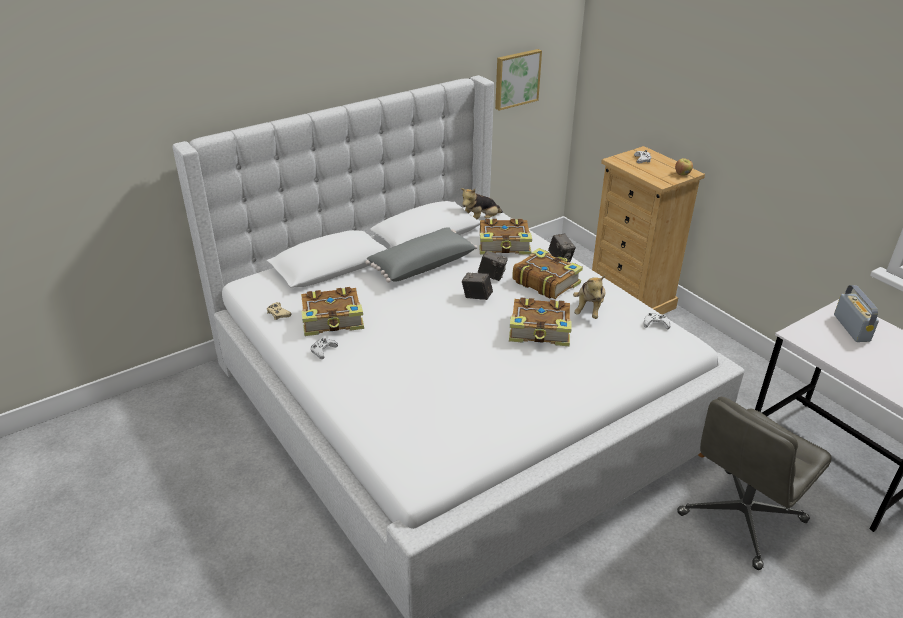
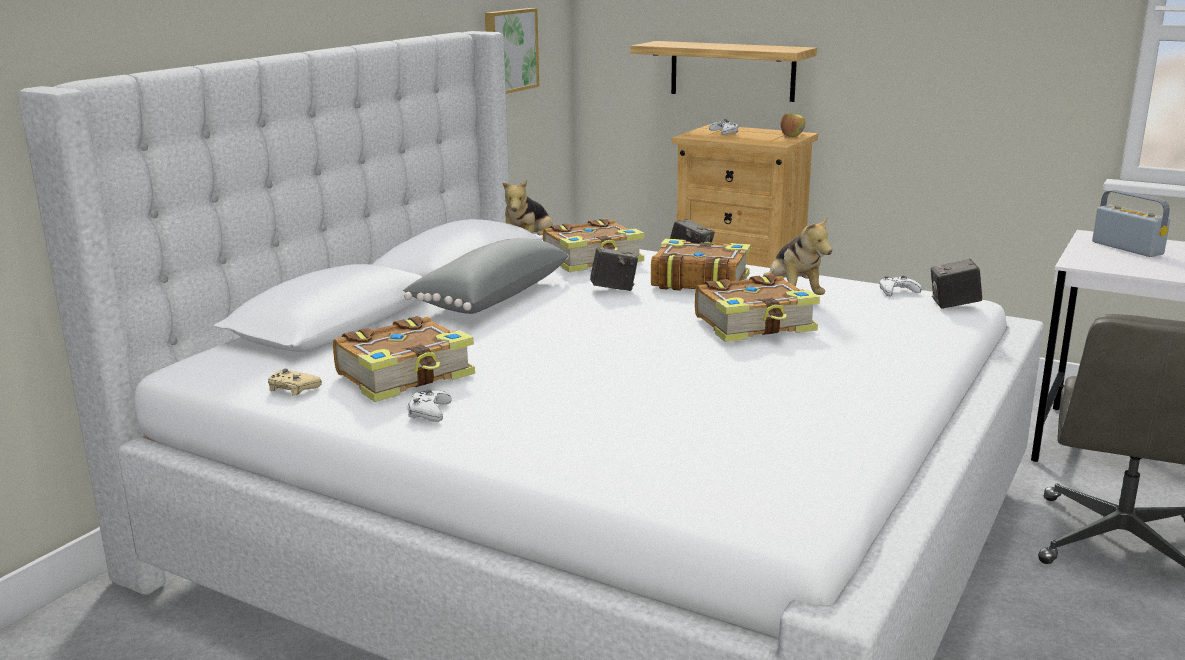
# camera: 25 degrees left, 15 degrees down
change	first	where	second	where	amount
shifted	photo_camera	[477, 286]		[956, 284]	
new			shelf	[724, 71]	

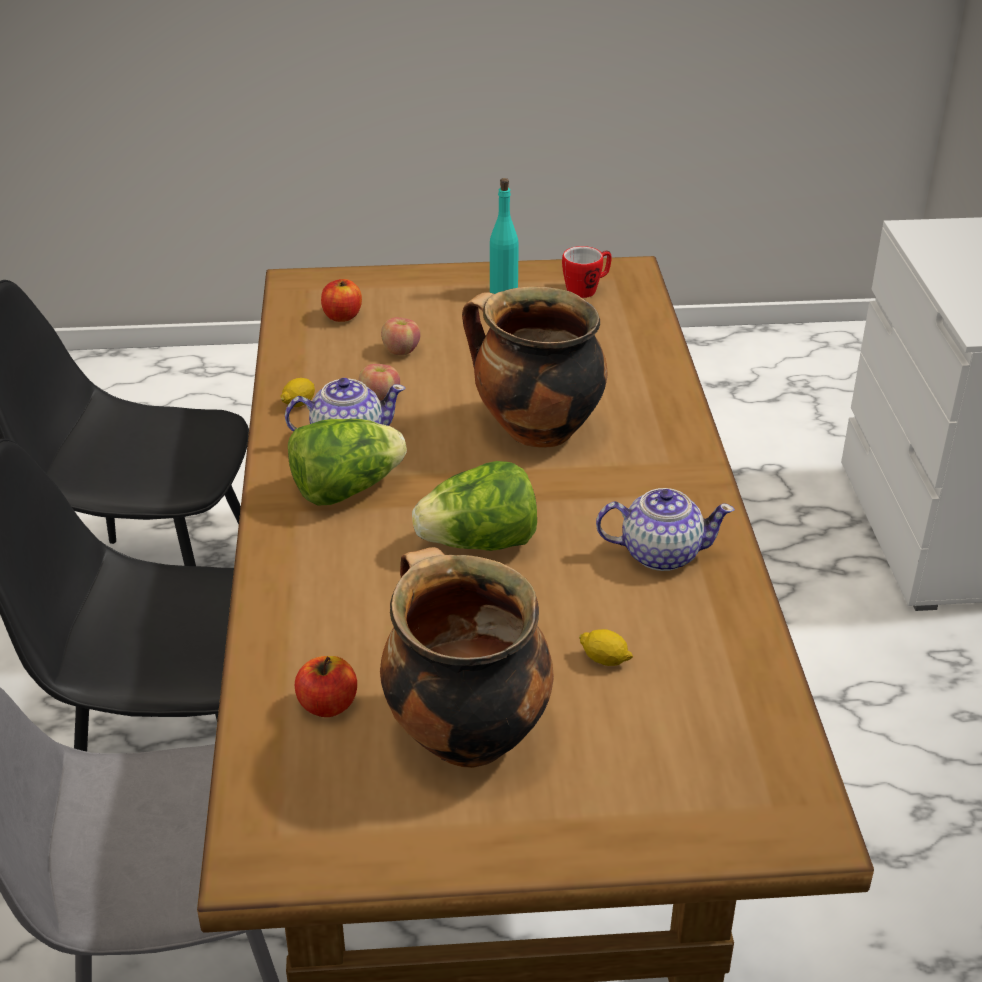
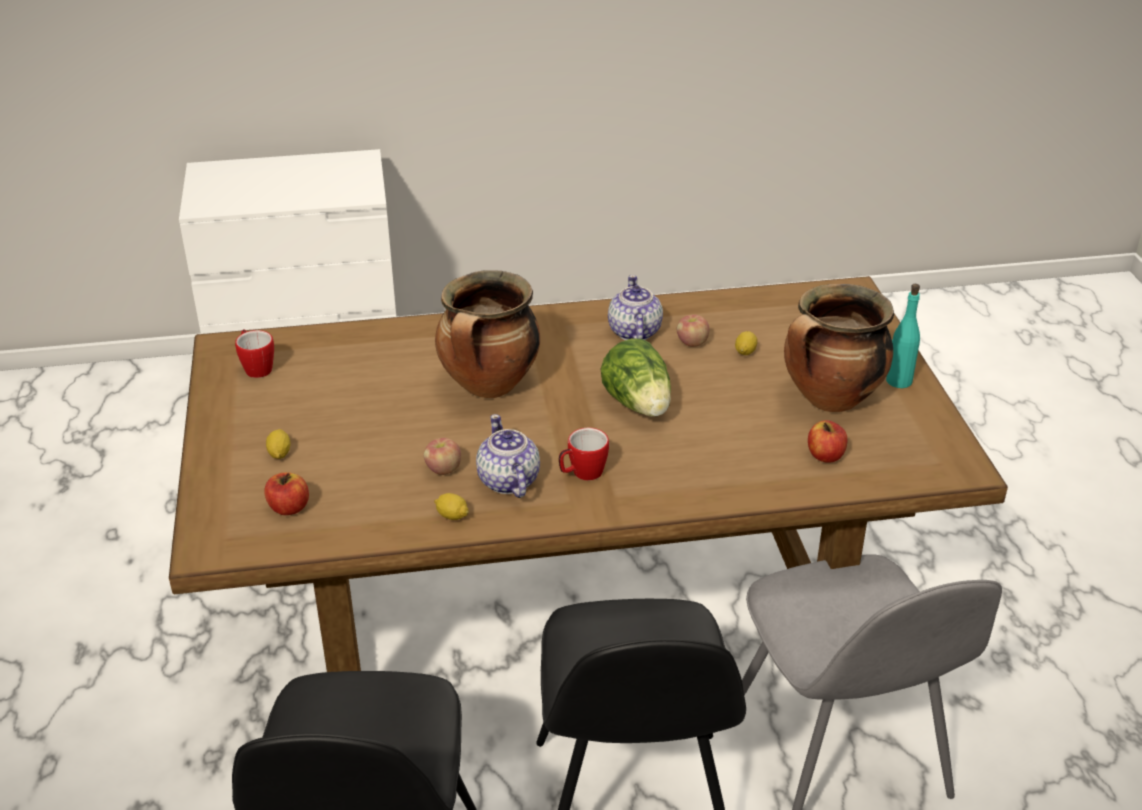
# camera: 95 degrees left, 0 degrees up
change	first	where	second	where	amount
swapped	lettuce	[347, 462]	mug	[584, 454]	
shifted	apple	[401, 336]		[693, 331]	
shifted	turquoise_bottle	[504, 236]		[903, 336]	
new			lemon	[278, 444]	

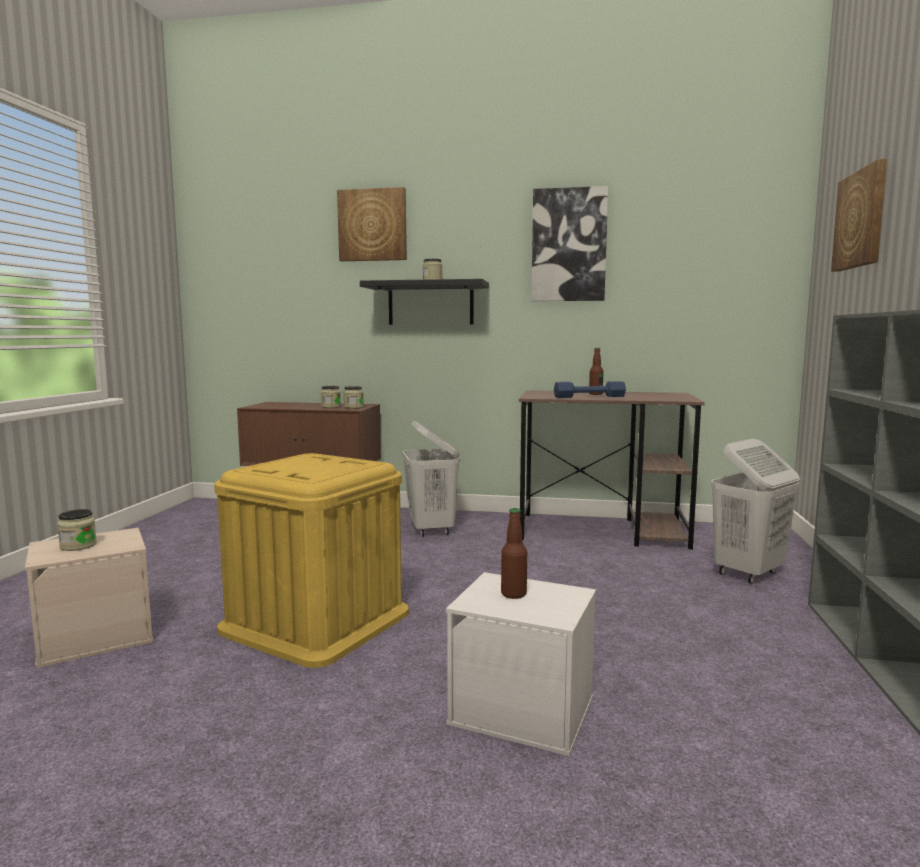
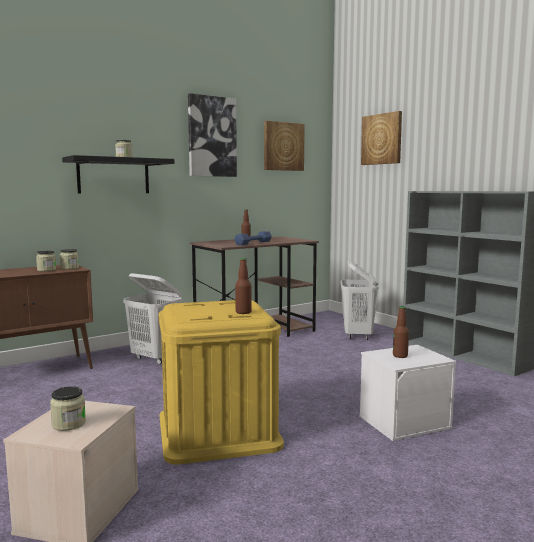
# camera: 45 degrees left, 0 degrees up
change	first	where	second	where	amount
shifted	picture	[372, 224]		[284, 146]	
new			bottle	[243, 286]	

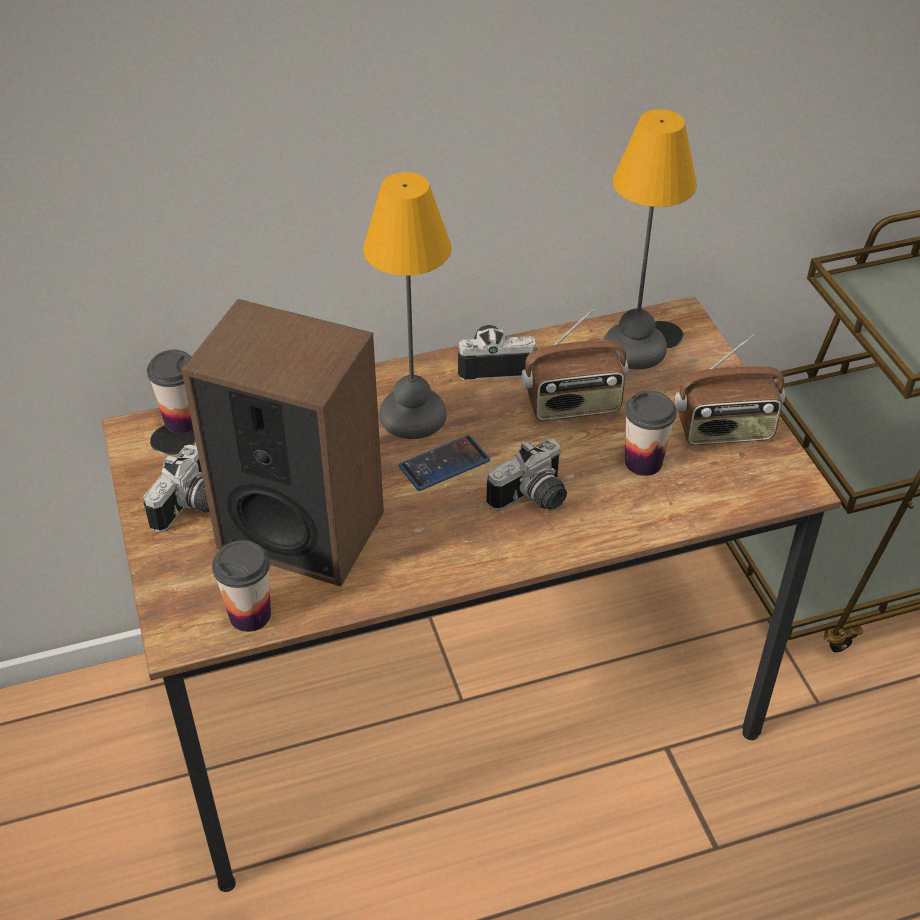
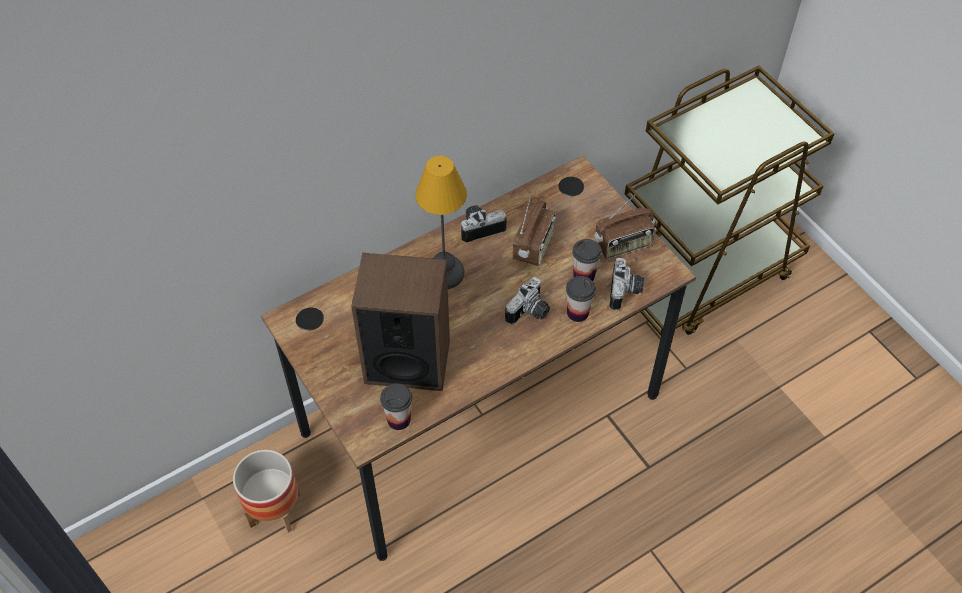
# camera: 15 degrees left, 10 degrees up
change	first	where	second	where	amount
shifted	photo_camera	[176, 488]		[626, 284]	
shifted	cup	[170, 391]		[581, 299]	
gone	phone	[444, 463]			
rotated	radio	[575, 365]		[534, 231]	45 degrees counterclockwise
gone	table_lamp	[650, 239]			
new			planter	[266, 491]	

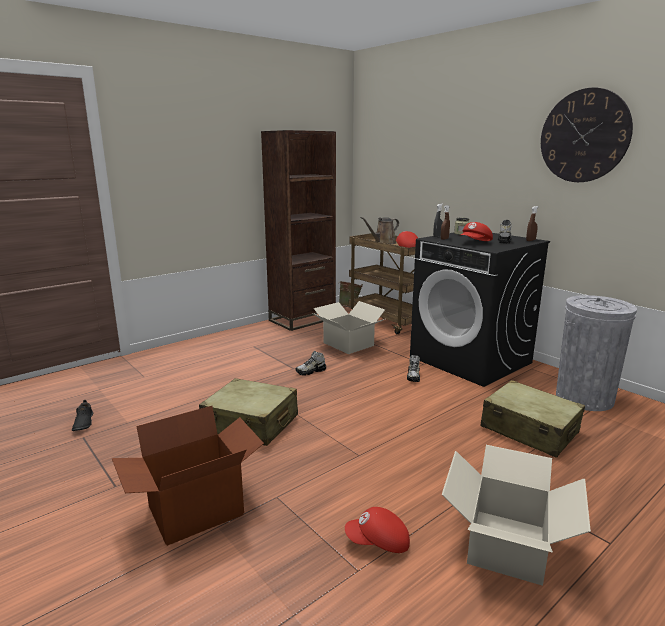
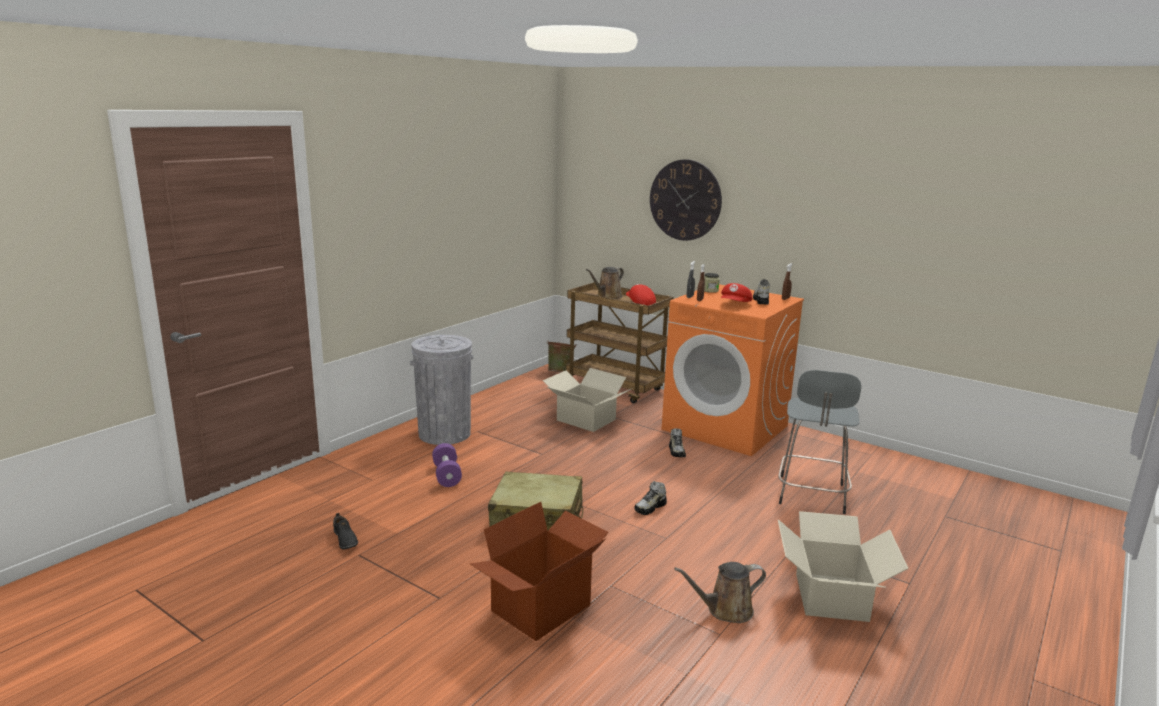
# camera: 15 degrees left, 0 degrees up
change	first	where	second	where	amount
gone	brown_bookcase	[298, 230]			
shifted	shoe	[311, 363]		[651, 498]	
swapped	red_cap	[377, 530]	brown_watering_can	[720, 592]	
repainted	black_washing_machine	[480, 309]	orange_washing_machine	[733, 370]	
swapped	beige_suitcase	[532, 419]	grey_stool	[819, 442]	
shifted	wall_clock	[587, 134]		[686, 200]	
shifted	grey_trash_can	[596, 353]		[441, 390]	
new			purple_dumbbell	[447, 465]	

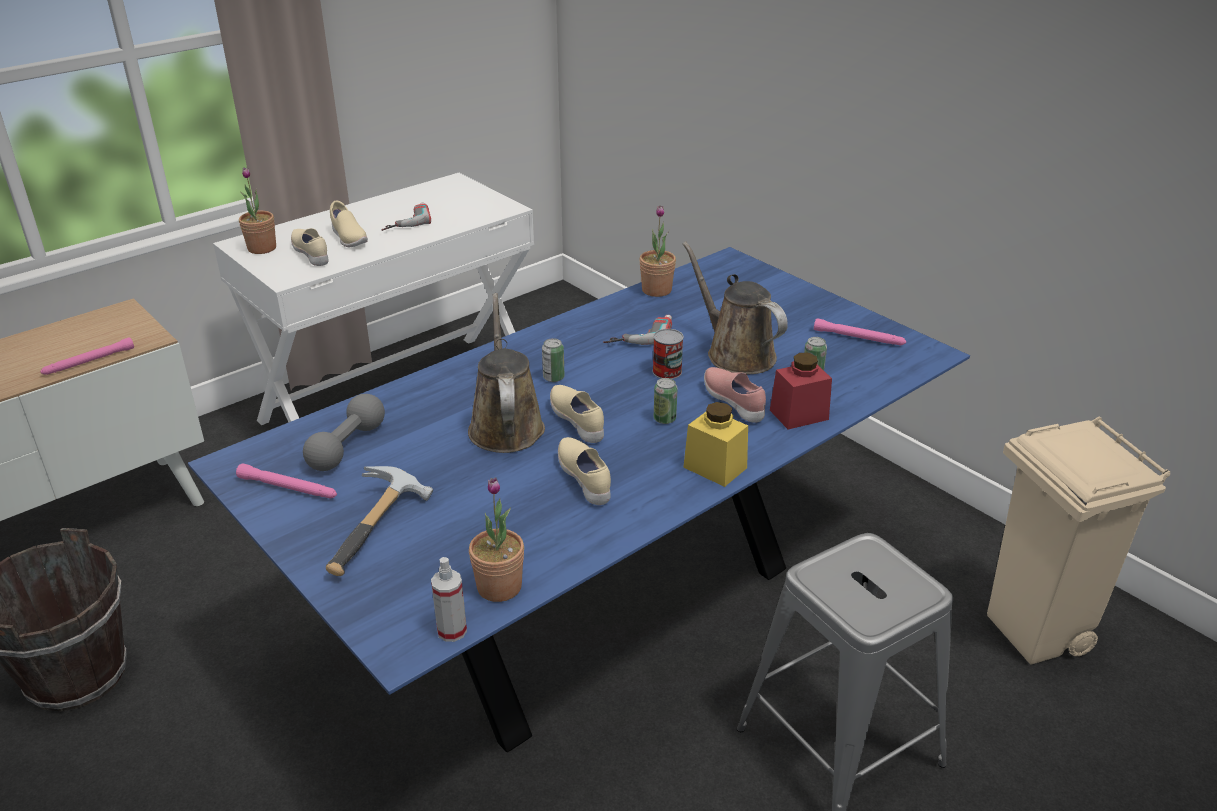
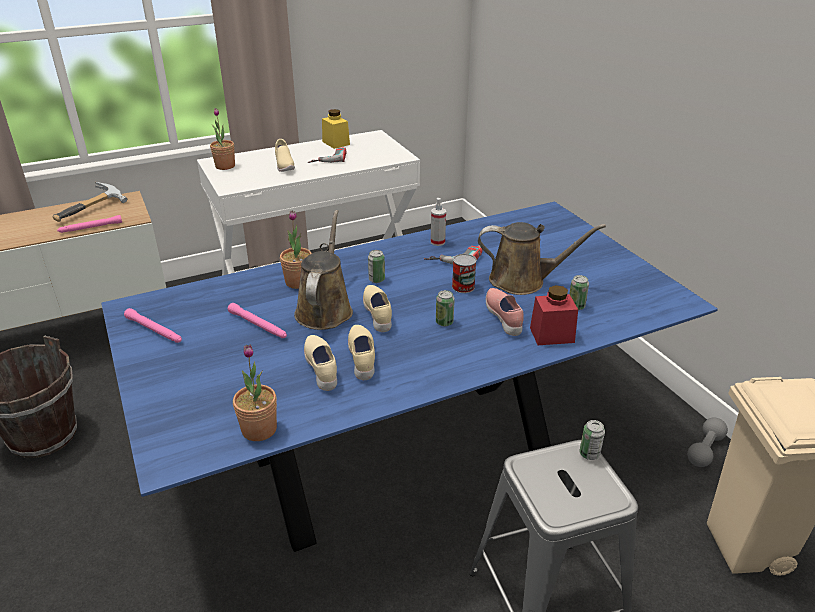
# camera: 15 degrees right, 0 degrees up
change	first	where	second	where	amount
shifted	beige_shoe	[310, 247]		[320, 363]	
shifted	grey_dumbbell	[344, 432]		[707, 442]	
shifted	hammer	[379, 521]		[90, 202]	
shifted	spray_bottle	[449, 599]		[438, 222]	
shifted	potted_plant	[657, 251]		[296, 250]	
rotated	brown_watering_can	[735, 308]		[542, 258]	120 degrees clockwise
shifted	yellow_jar	[715, 444]		[336, 129]	
shifted	pink_flashlight	[860, 332]		[257, 320]	
new			can	[592, 440]	

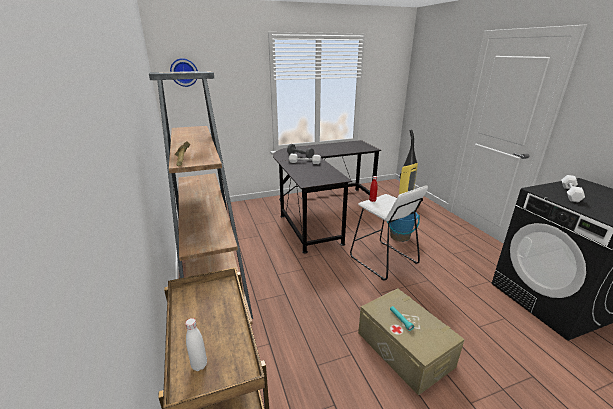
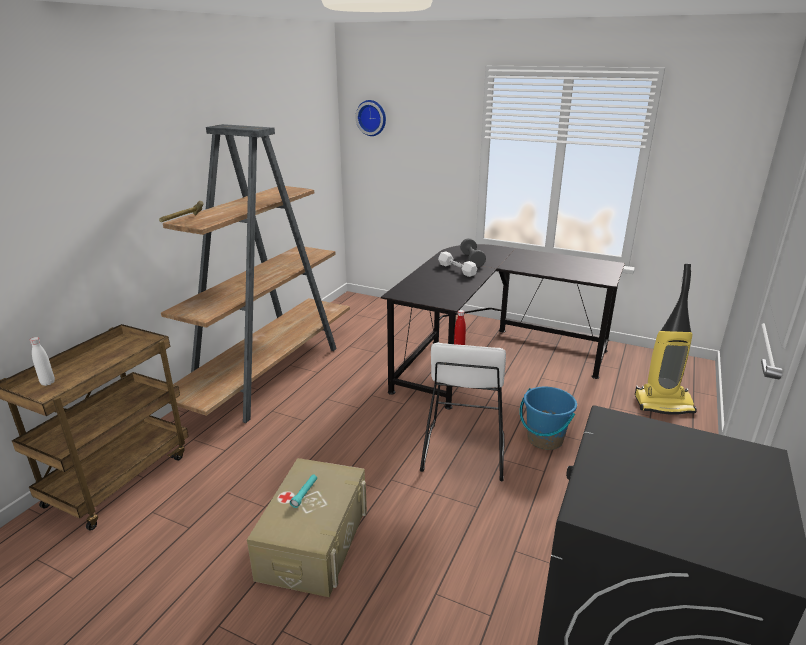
# camera: 45 degrees right, 0 degrees up
change	first	where	second	where	amount
gone	white_dumbbell	[573, 189]			

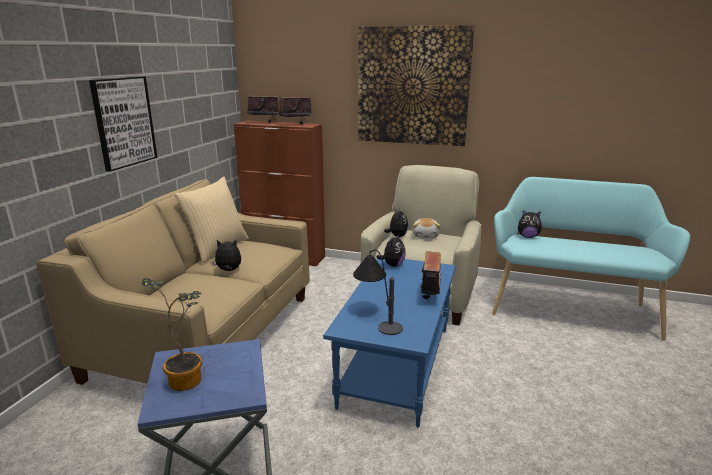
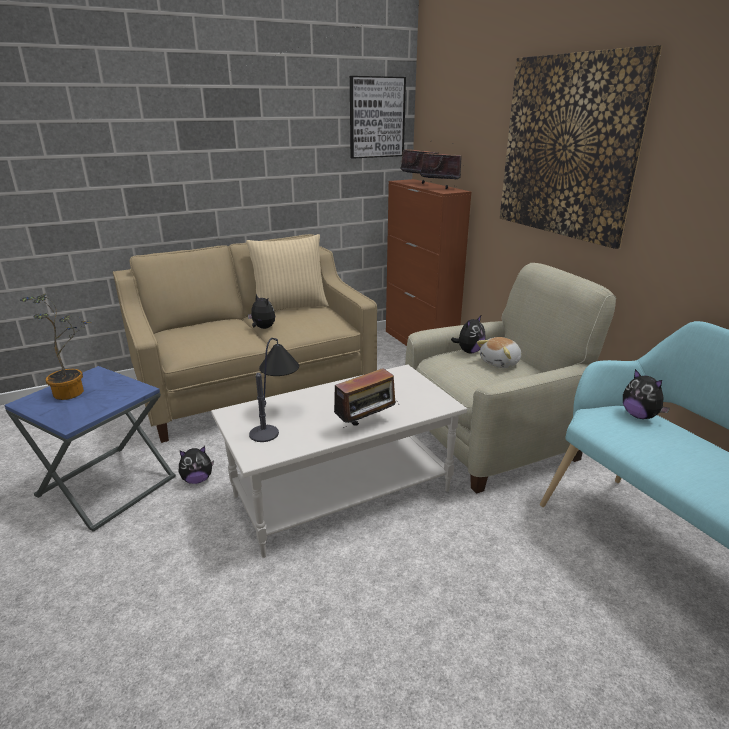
# camera: 45 degrees right, 5 degrees up
change	first	where	second	where	amount
shifted	picture	[123, 124]		[378, 117]	
repainted	blue_coffee_table	[389, 343]	white_coffee_table	[339, 461]	
shifted	plush_toy	[391, 250]		[196, 465]	

